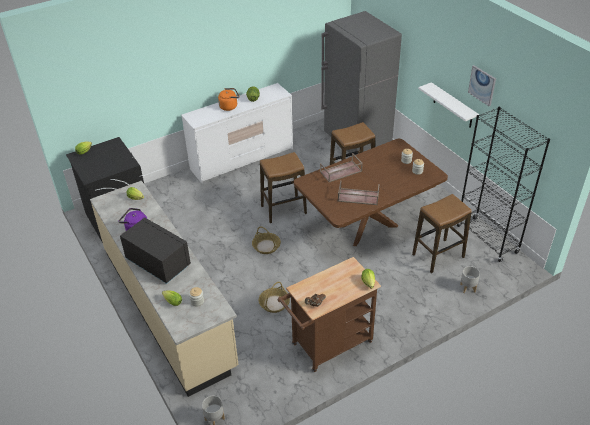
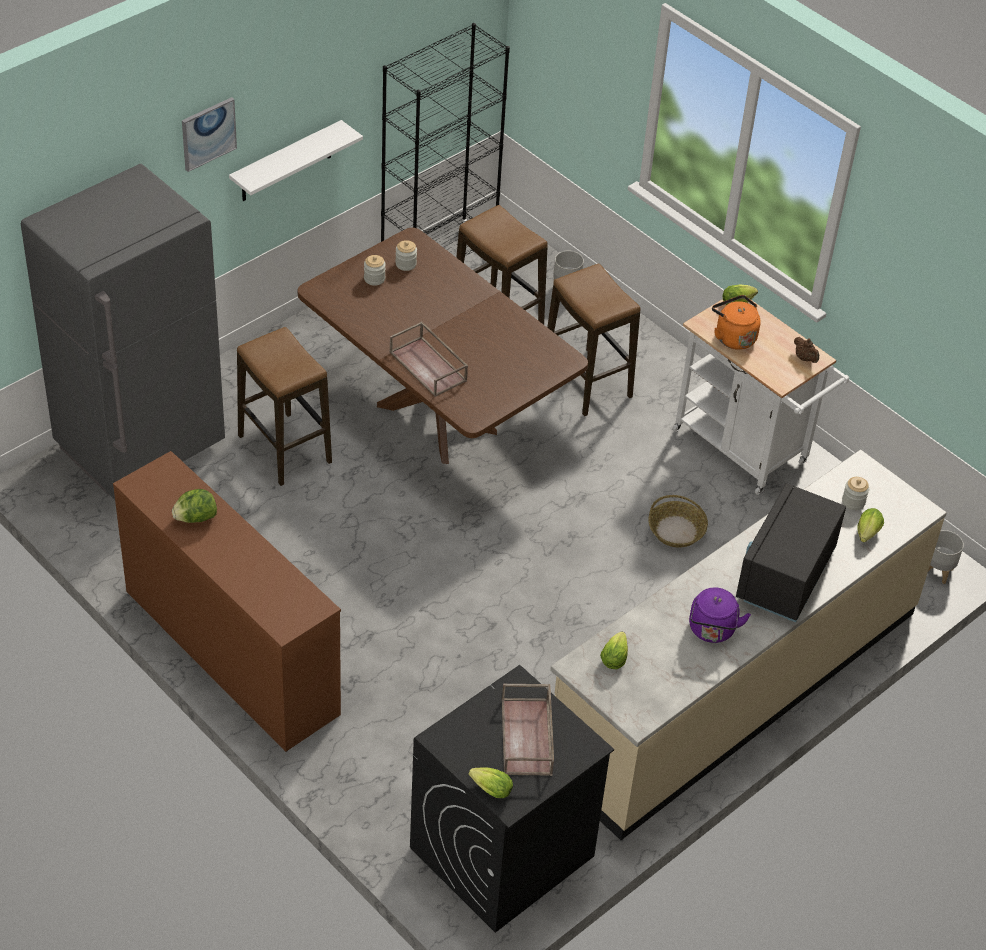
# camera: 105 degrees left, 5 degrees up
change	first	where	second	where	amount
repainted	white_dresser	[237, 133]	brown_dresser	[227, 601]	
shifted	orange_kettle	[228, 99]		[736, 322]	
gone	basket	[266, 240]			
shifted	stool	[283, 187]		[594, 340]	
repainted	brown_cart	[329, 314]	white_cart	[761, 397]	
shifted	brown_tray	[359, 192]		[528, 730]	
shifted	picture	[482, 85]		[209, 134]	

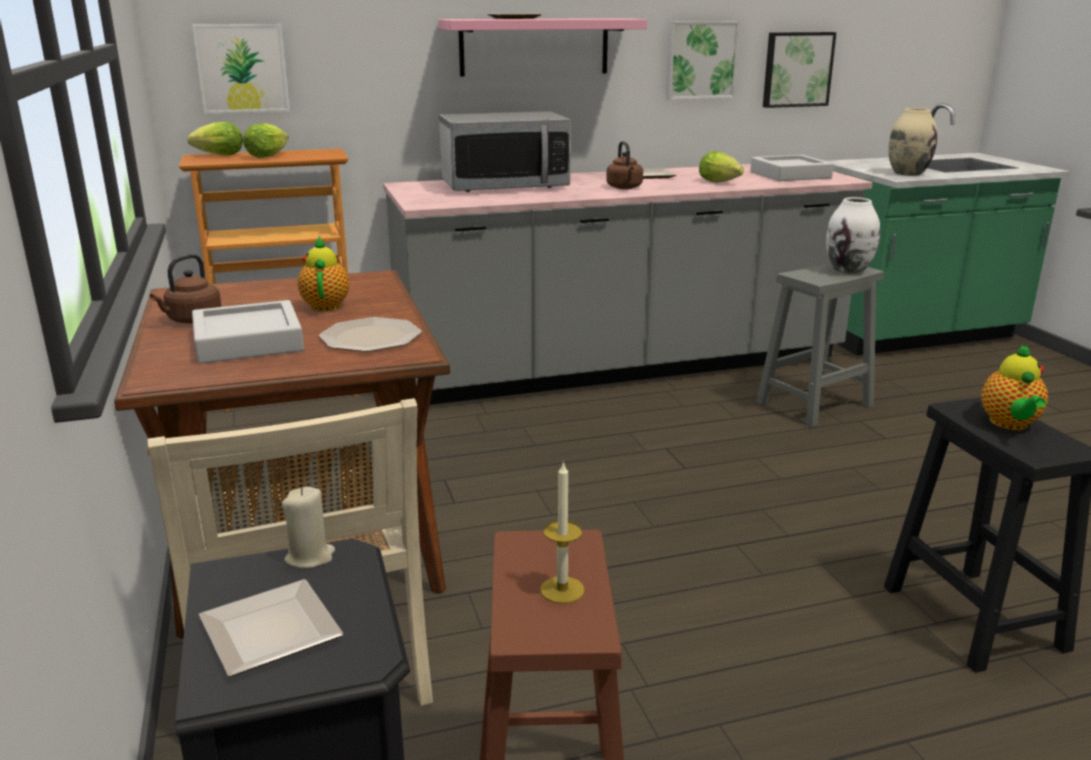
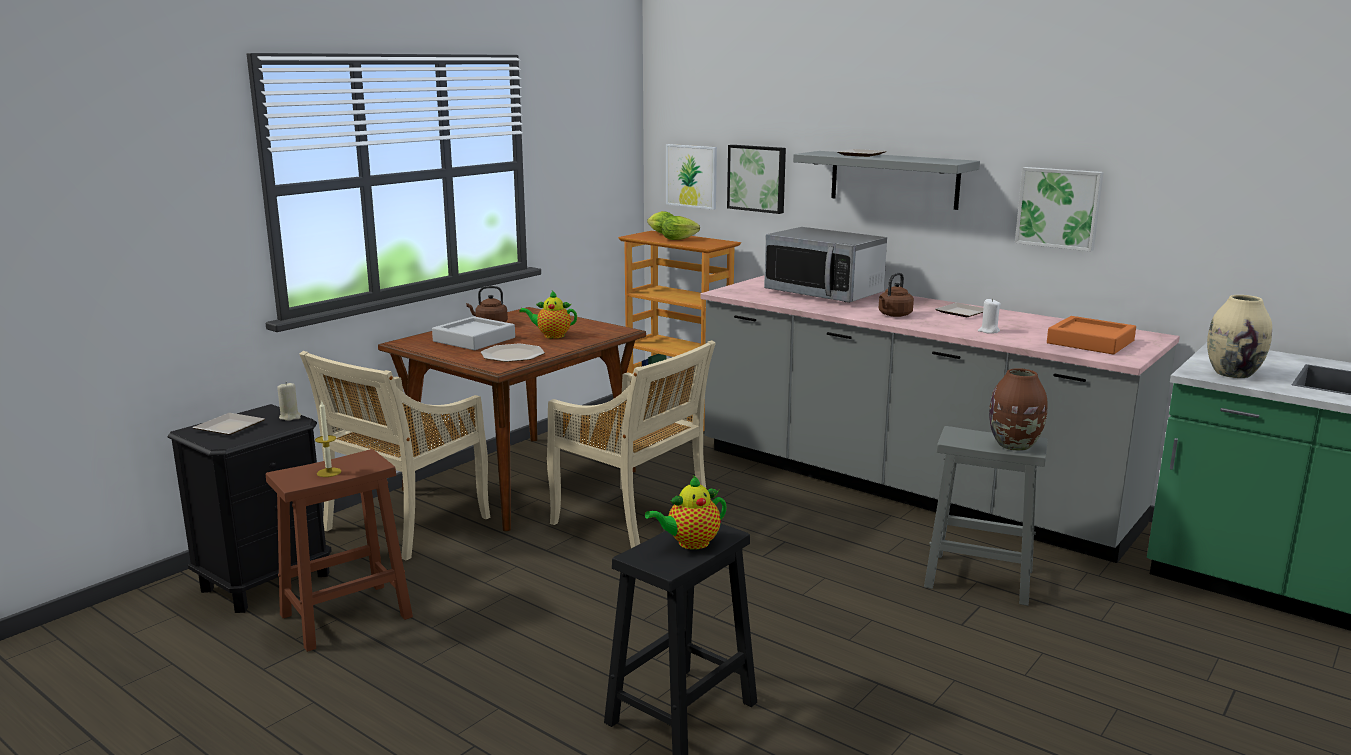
# camera: 55 degrees right, 5 degrees down
change	first	where	second	where	amount
rotated	teapot	[323, 273]		[548, 315]	135 degrees counterclockwise
repainted	pink_shelf	[542, 47]	grey_shelf	[886, 180]	
swapped	lettuce	[721, 167]	white_candle	[989, 316]	
repainted	grey_tray	[792, 168]	orange_tray	[1091, 335]	
shifted	picture	[800, 70]		[756, 179]	
repainted	white_vase	[853, 235]	brown_vase	[1018, 409]	
new			beige_chair	[631, 444]	

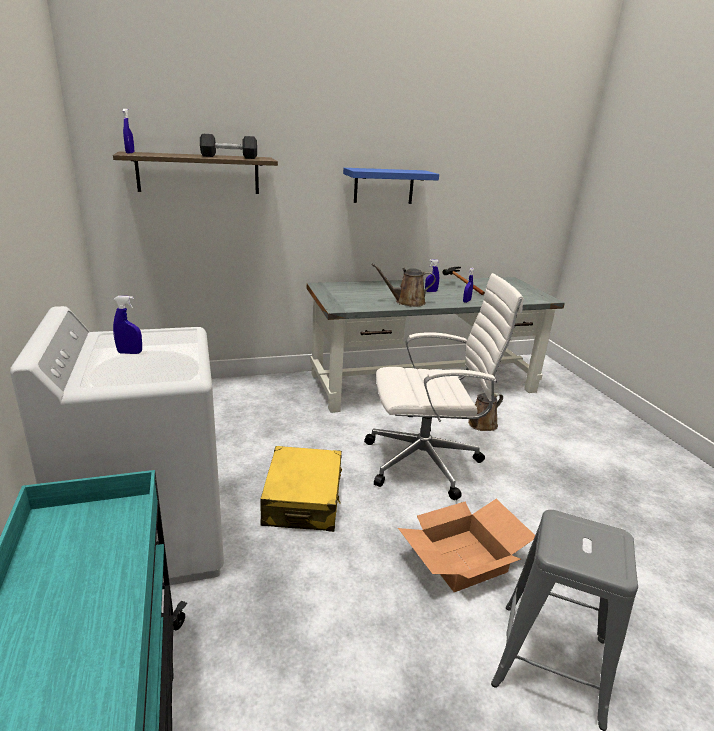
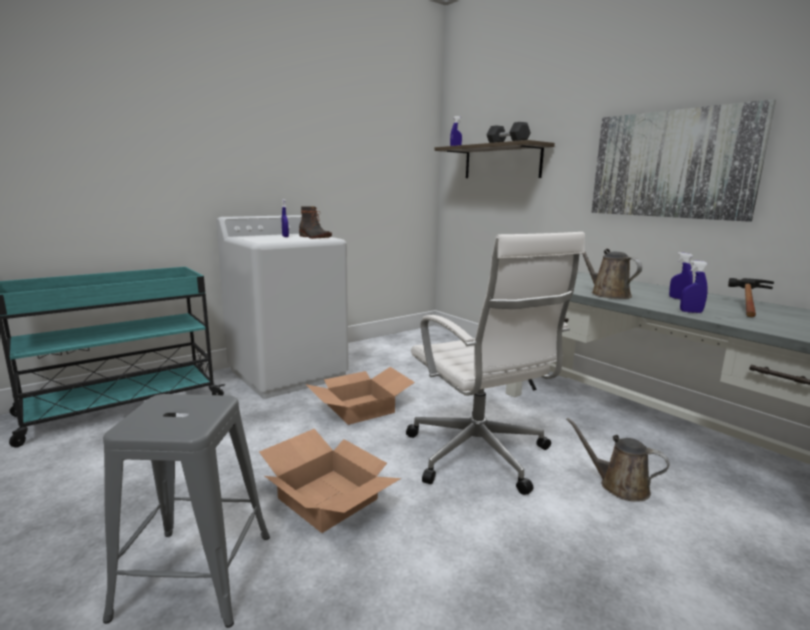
# camera: 70 degrees right, 10 degrees down
change	first	where	second	where	amount
swapped	yellow_suitcase	[301, 489]	cardboard_box	[360, 396]	
swapped	blue_shelf	[391, 186]	picture	[683, 160]	
new			boot	[315, 222]	

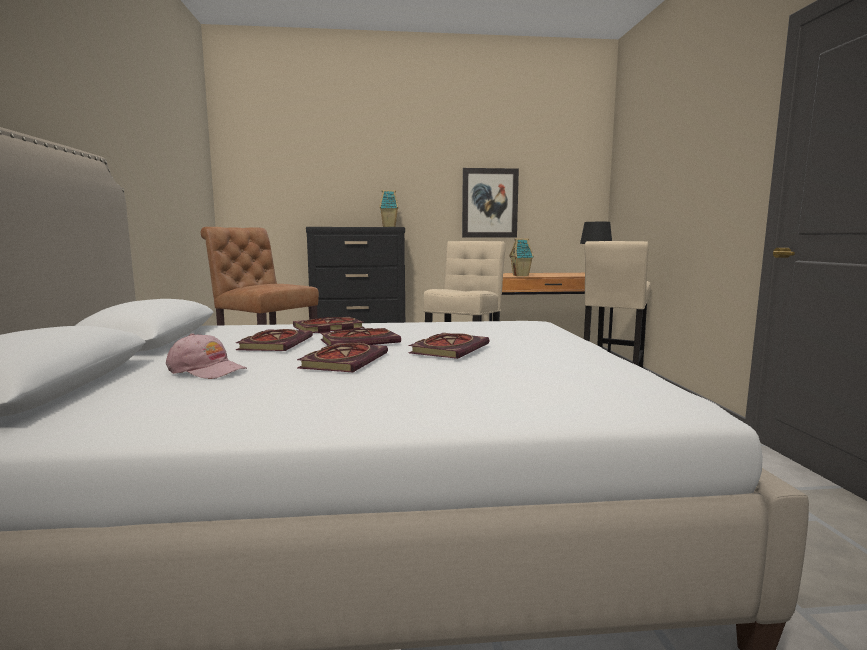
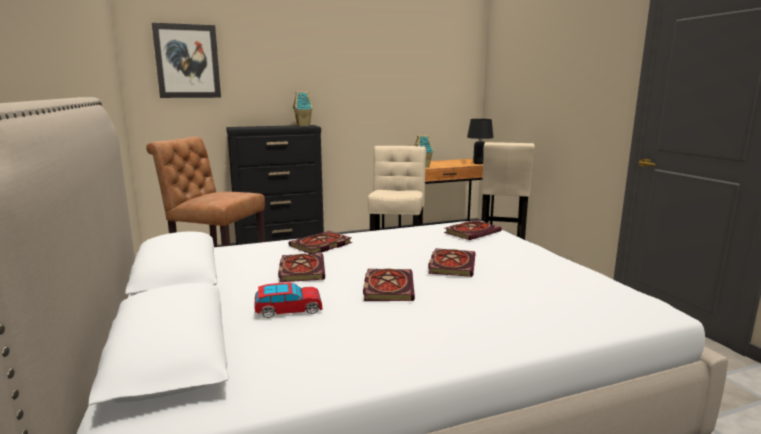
# camera: 15 degrees left, 5 degrees up
change	first	where	second	where	amount
swapped	pink_cap	[206, 356]	toy_car	[288, 300]	
shifted	book	[361, 336]		[473, 230]	
shifted	picture	[490, 203]		[186, 60]	

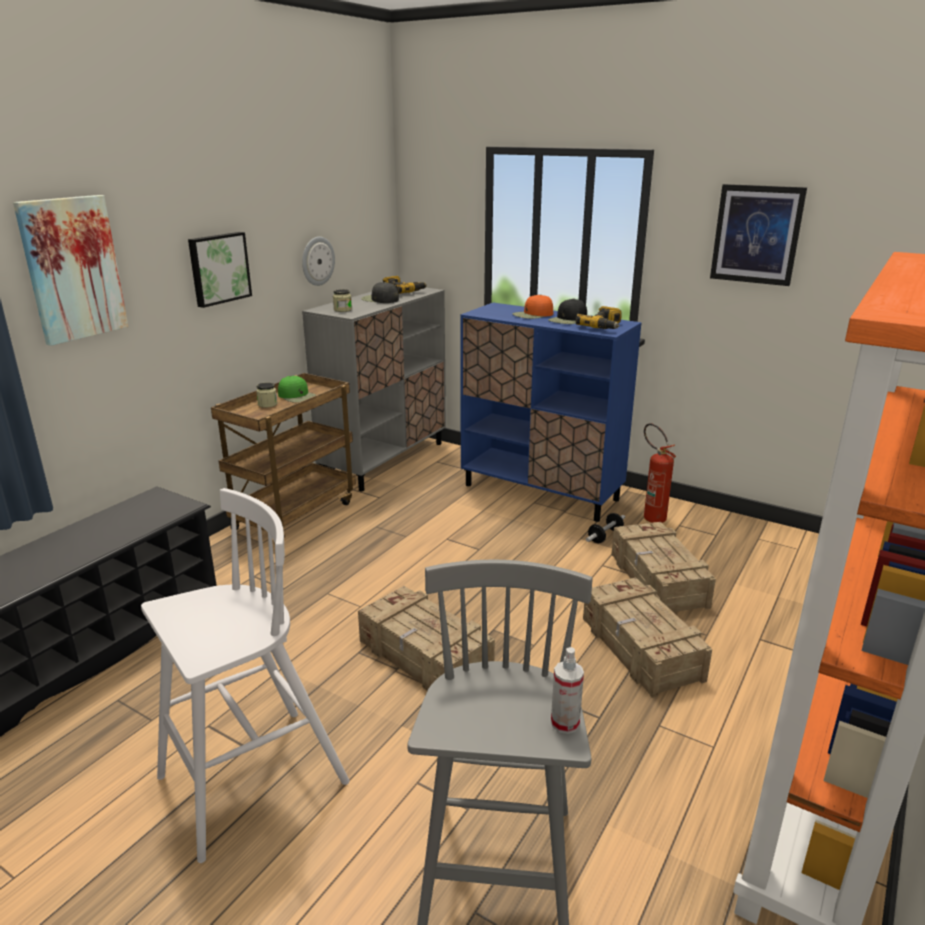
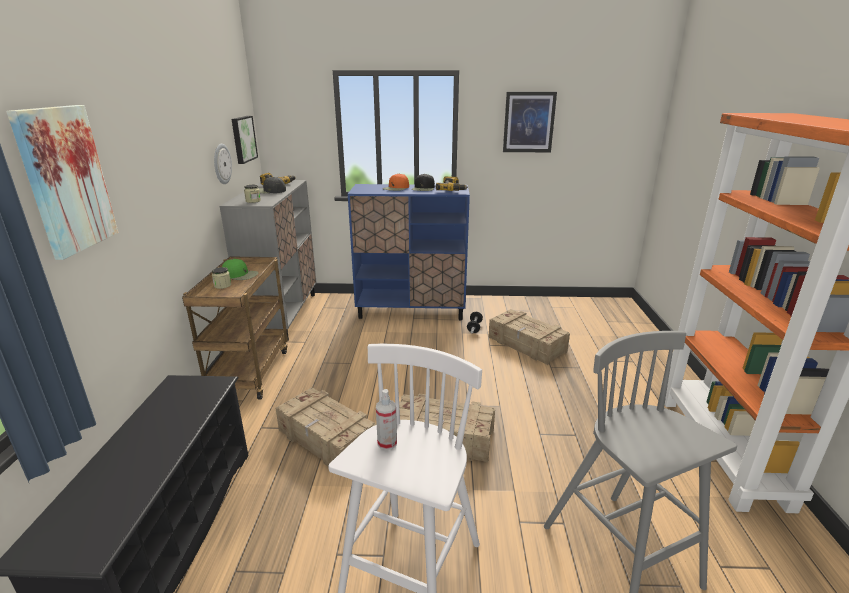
# camera: 30 degrees left, 0 degrees up
change	first	where	second	where	amount
shifted	picture	[220, 270]		[245, 140]	
shifted	spray_bottle	[567, 690]		[386, 419]	
shifted	crate	[647, 638]		[326, 426]	
gone	fire_extinguisher	[660, 473]			

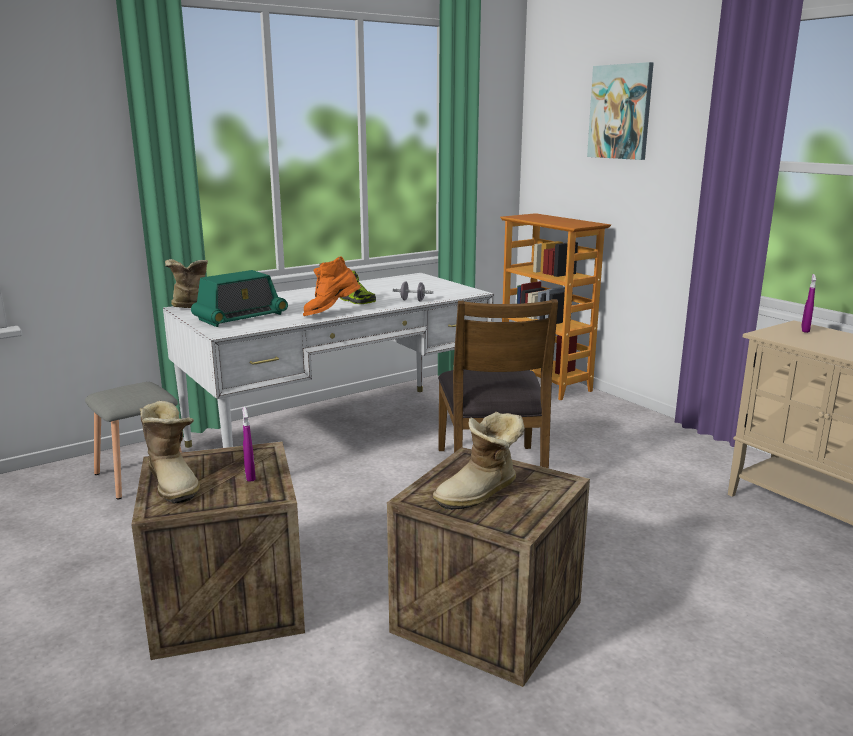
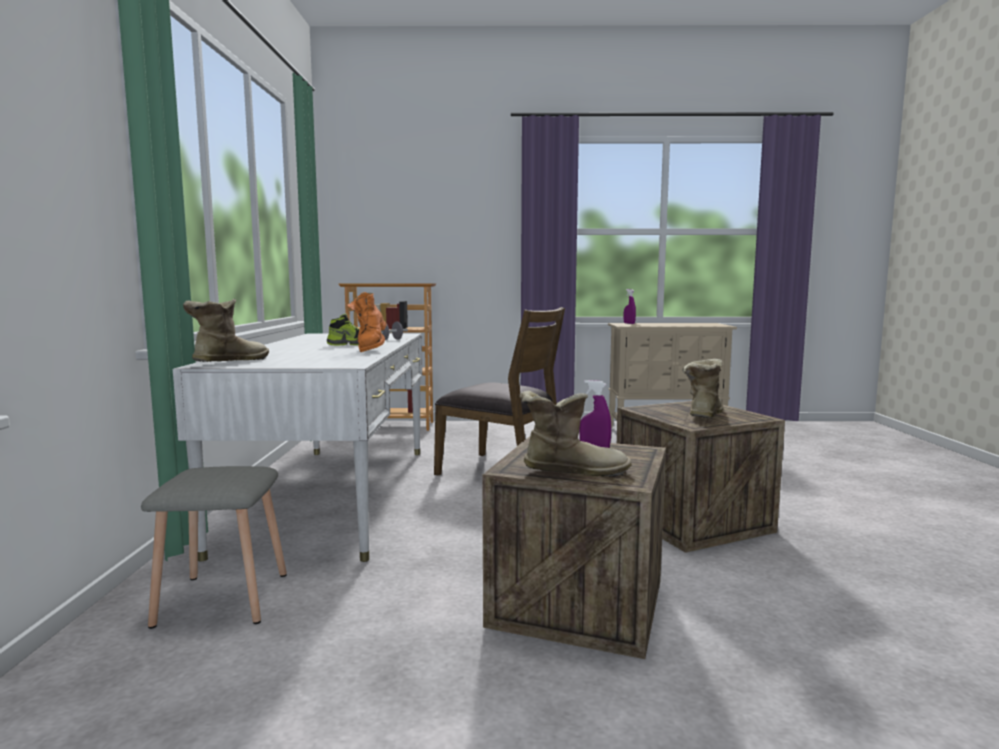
# camera: 55 degrees left, 10 degrees down
change	first	where	second	where	amount
gone	radio	[239, 298]			
rotated	boot	[479, 461]		[702, 388]	150 degrees counterclockwise
gone	picture	[620, 111]			

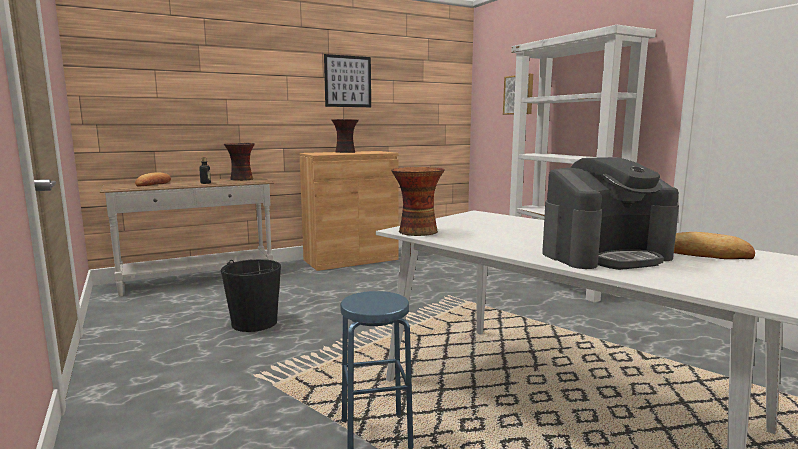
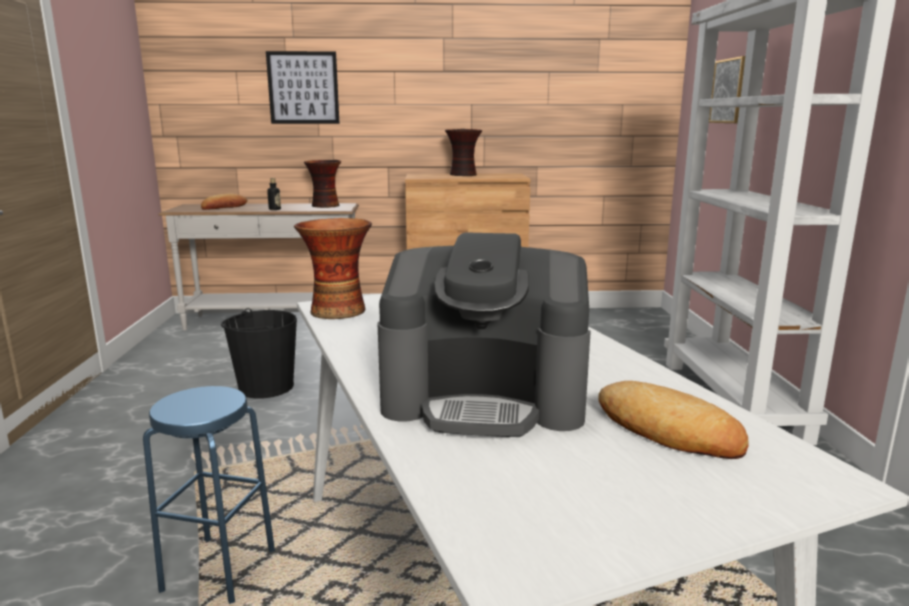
# camera: 25 degrees right, 5 degrees up
change	first	where	second	where	amount
shifted	picture	[347, 80]		[303, 87]	

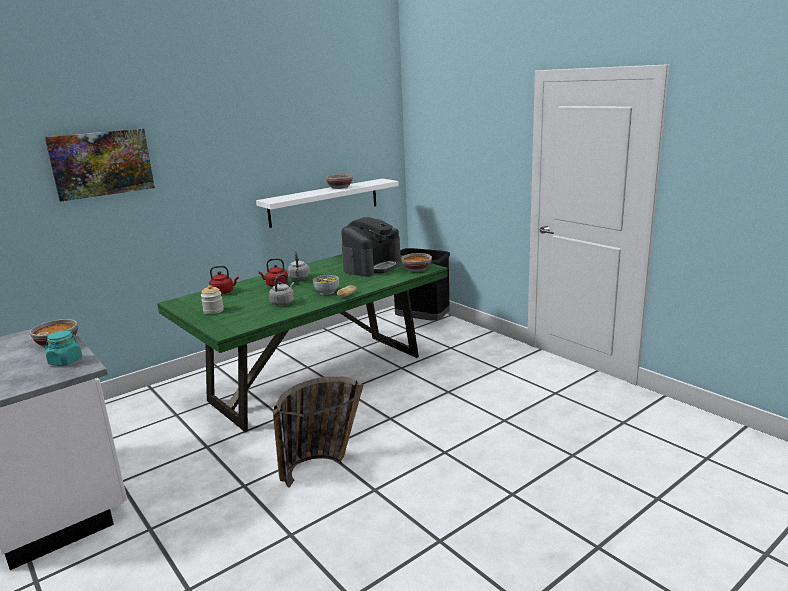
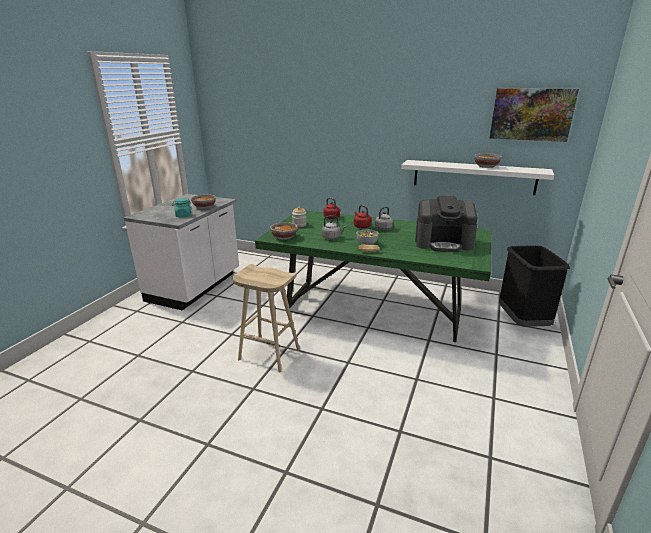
# camera: 60 degrees right, 5 degrees up
change	first	where	second	where	amount
shifted	picture	[100, 165]		[534, 115]	
swapped	basket	[318, 432]	beige_stool	[266, 318]	
shifted	bowl	[416, 262]		[283, 231]	

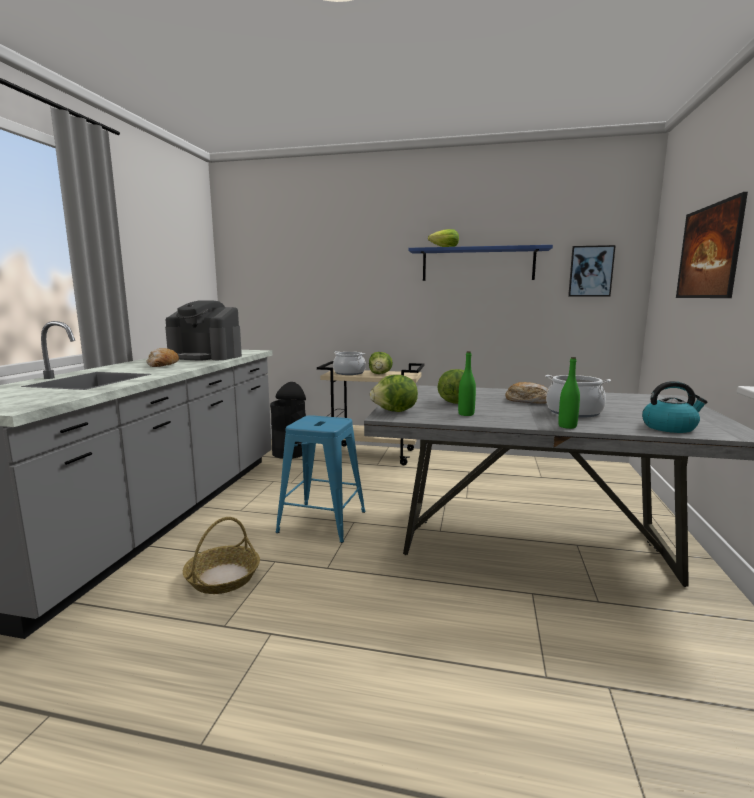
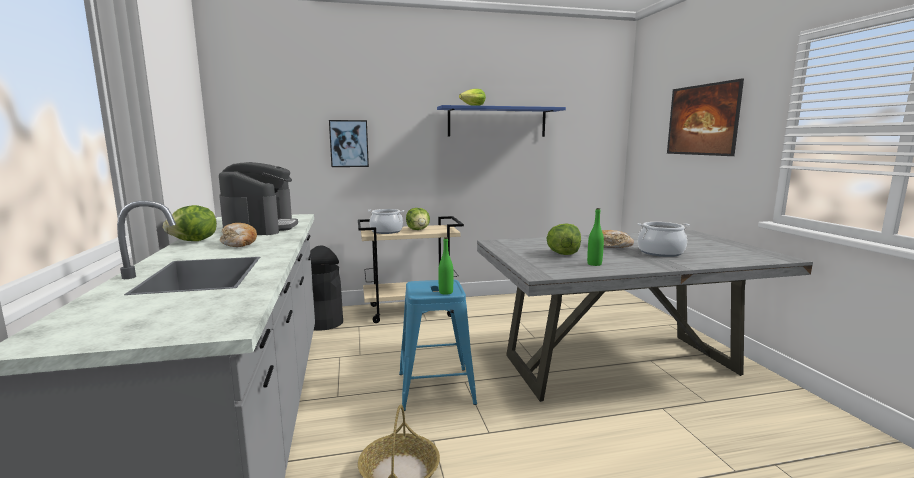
# camera: 25 degrees left, 0 degrees up
change	first	where	second	where	amount
rotated	coffee_machine	[203, 331]		[258, 198]	90 degrees counterclockwise
shifted	lettuce	[394, 393]		[190, 223]	
shifted	green_bottle	[569, 393]		[445, 266]	
shifted	picture	[592, 270]		[349, 143]	
gone	kettle	[674, 407]			

